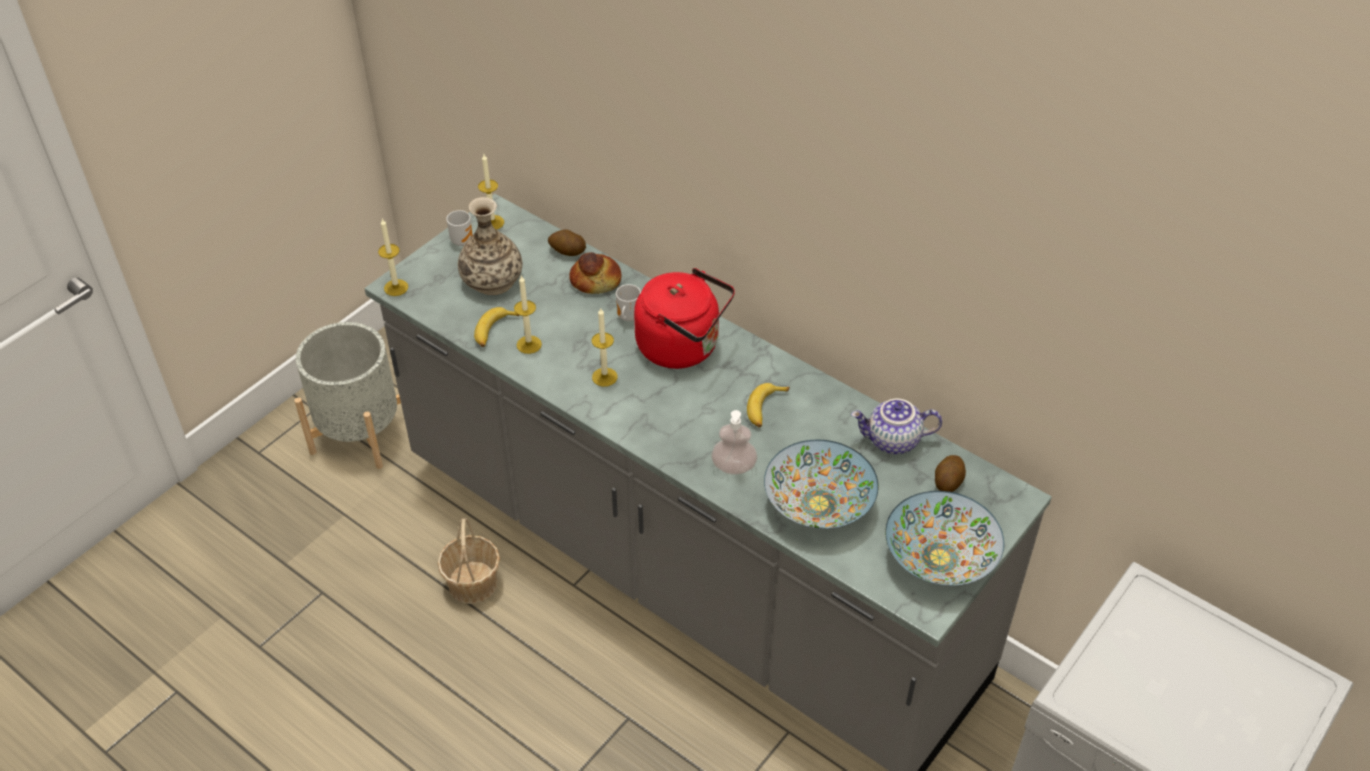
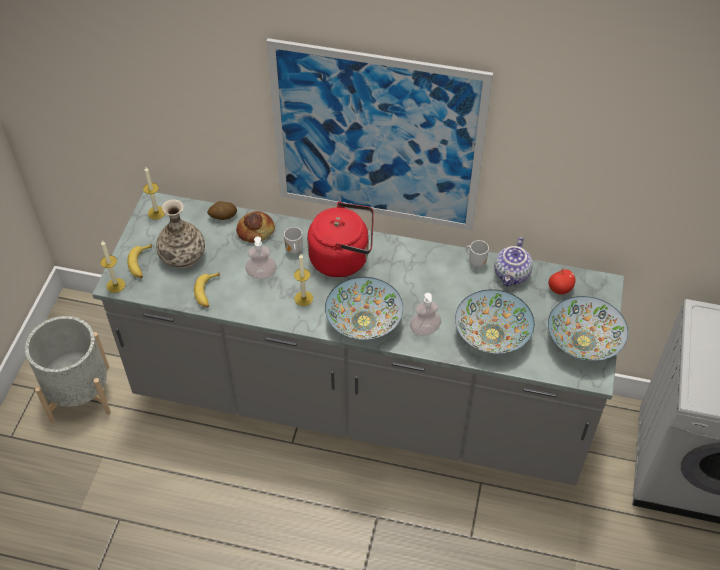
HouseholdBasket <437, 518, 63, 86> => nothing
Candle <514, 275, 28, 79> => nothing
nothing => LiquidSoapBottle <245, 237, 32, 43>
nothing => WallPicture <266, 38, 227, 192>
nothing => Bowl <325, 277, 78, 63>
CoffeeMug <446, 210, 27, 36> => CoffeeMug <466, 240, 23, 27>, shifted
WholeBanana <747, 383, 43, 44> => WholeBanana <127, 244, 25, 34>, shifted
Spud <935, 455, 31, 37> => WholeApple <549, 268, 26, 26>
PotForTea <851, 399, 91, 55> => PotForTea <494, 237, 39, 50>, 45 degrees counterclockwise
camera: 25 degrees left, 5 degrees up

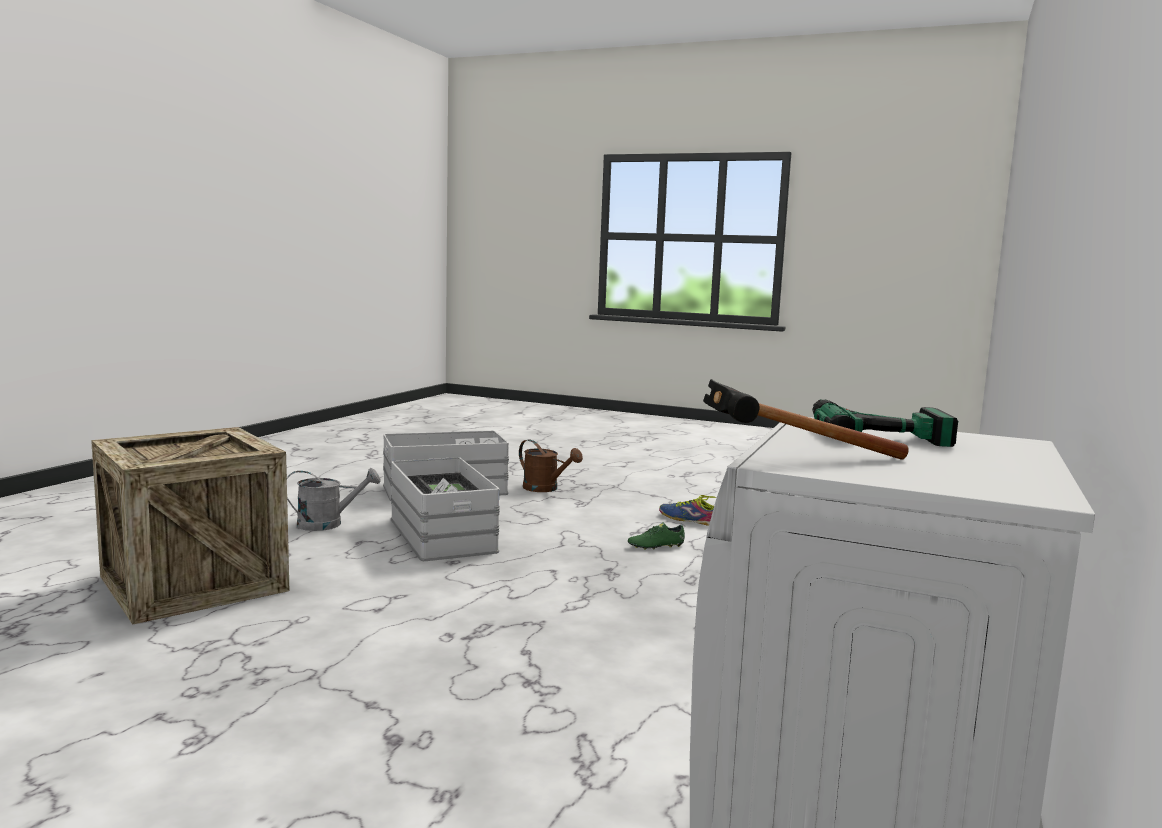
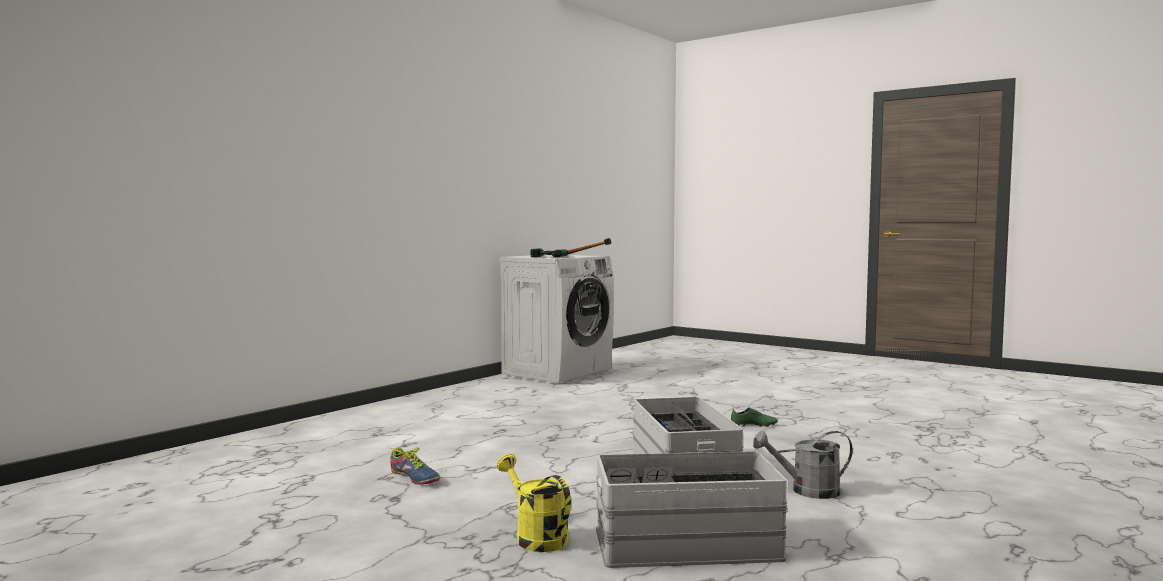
ShippingCrate <91, 427, 199, 198> => nothing
GreenishShoe <628, 522, 57, 28> => GreenishShoe <731, 407, 47, 20>, shifted
BrownishWateringPot <519, 440, 64, 52> => YellowishWateringPot <497, 454, 74, 98>
camera: 165 degrees left, 5 degrees down

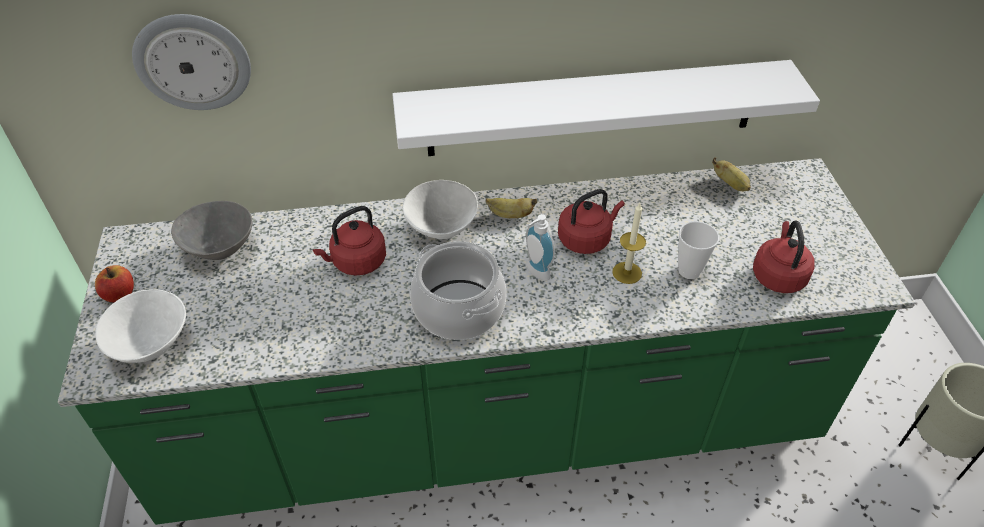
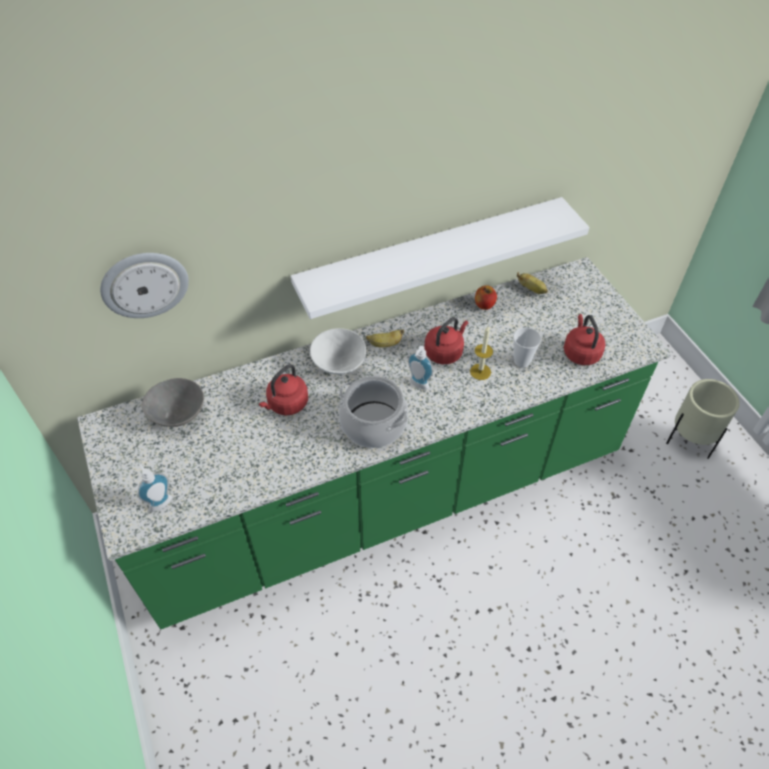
WholeApple <95, 265, 39, 37> => WholeApple <475, 285, 22, 25>, shifted
WhiteBowl <95, 289, 91, 74> => LiquidSoapBottle <138, 463, 34, 49>
camera: 15 degrees left, 5 degrees up

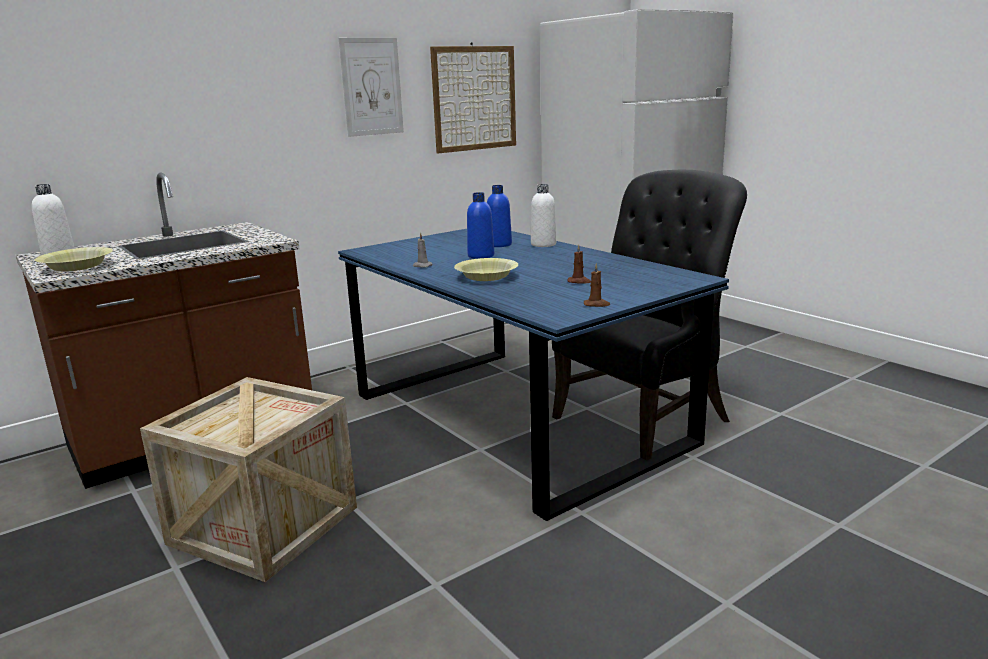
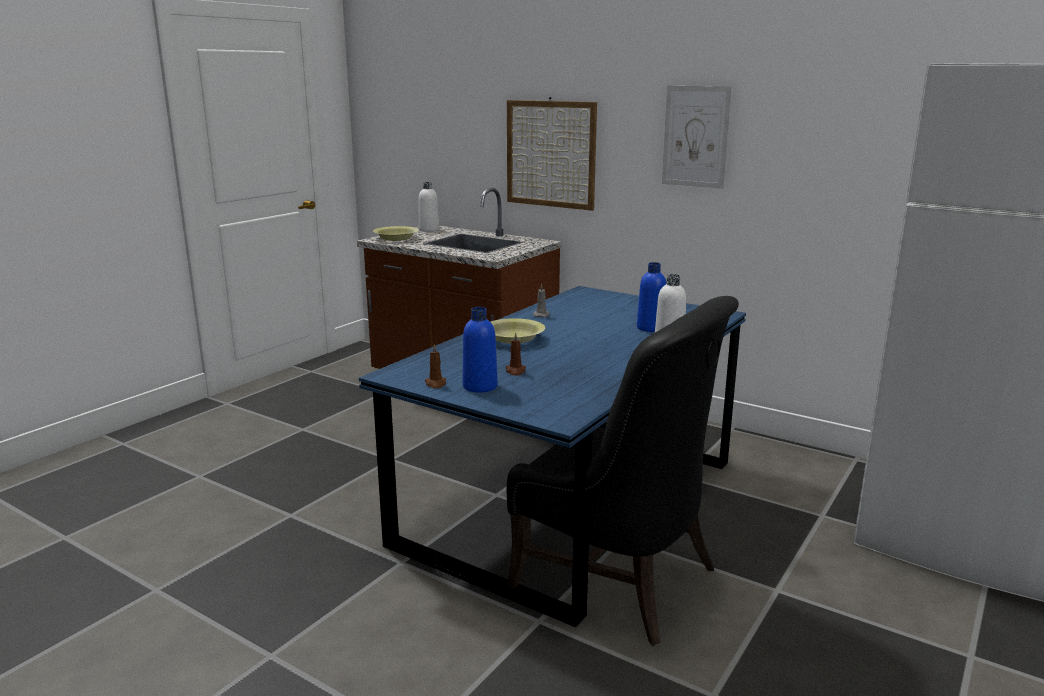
ShippingCrate <140, 377, 217, 205> => nothing
WallPicture <430, 42, 86, 111> => WallPicture <507, 97, 90, 114>, shifted
BlueBeverageBottle <467, 192, 27, 67> => BlueBeverageBottle <463, 307, 35, 86>, shifted
camera: 70 degrees right, 0 degrees up

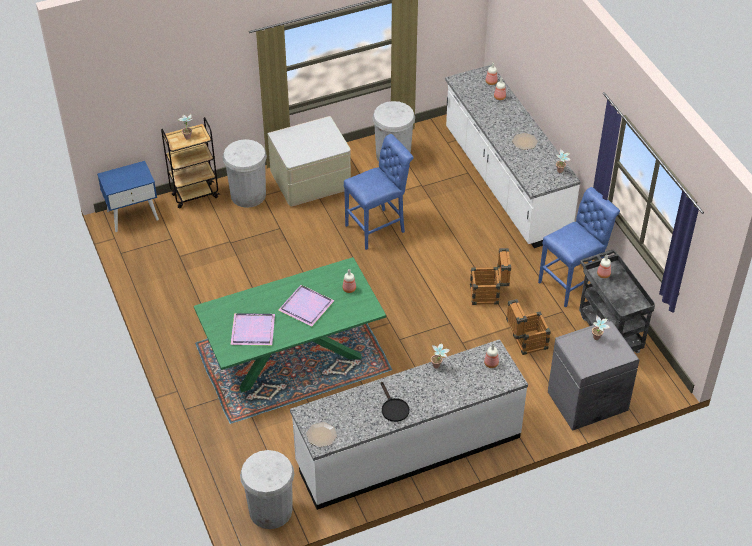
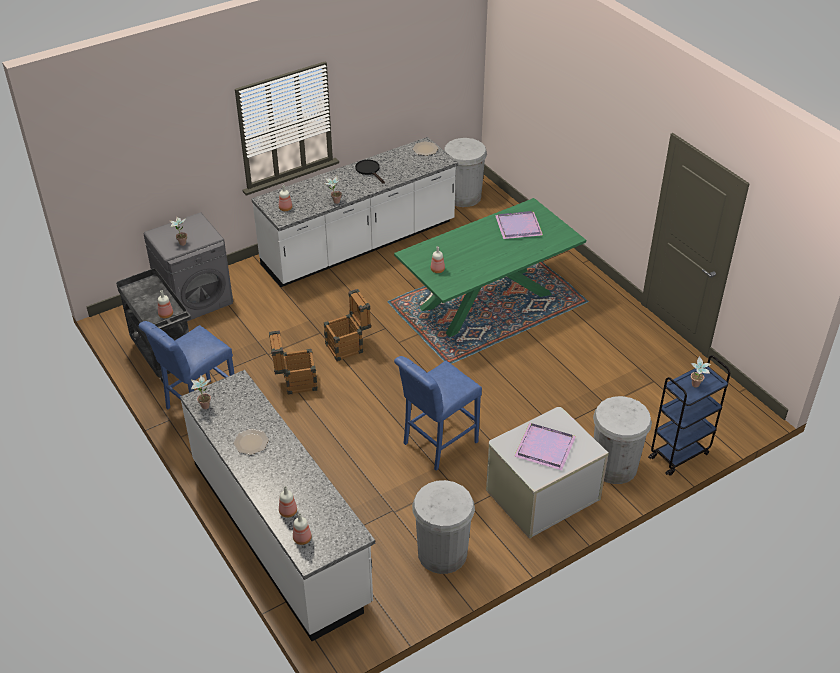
BlueNightTable <97, 161, 62, 71> => nothing
PurpleColouredTray <279, 285, 55, 42> => PurpleColouredTray <514, 423, 62, 47>, shifted
ShippingCrate <506, 299, 45, 56> => ShippingCrate <324, 289, 47, 72>, shifted
BrownishWheeledCart <161, 117, 59, 91> => BlueWheeledCart <648, 355, 82, 121>
camera: 170 degrees right, 5 degrees down

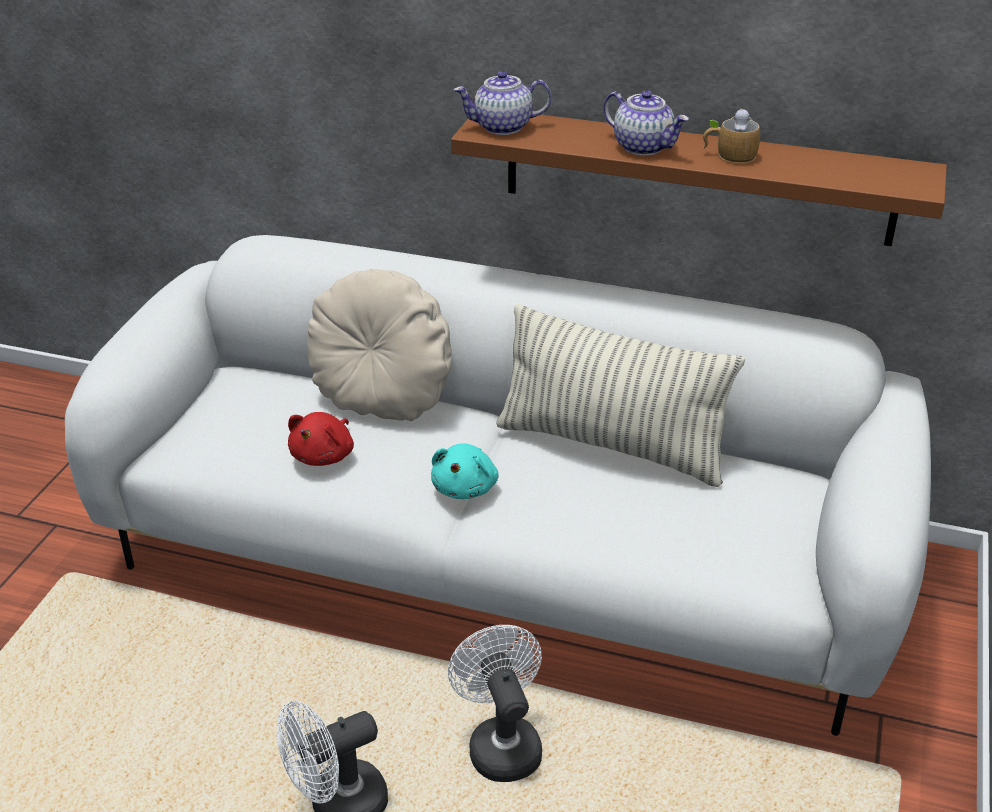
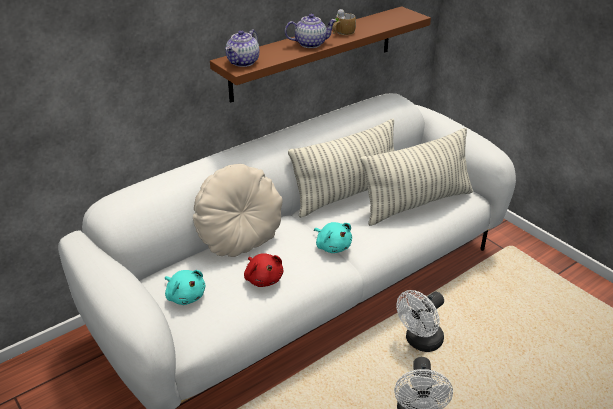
nothing => TurquoiseColouredCuddlyToy <165, 270, 40, 35>
nothing => ThrowPillow <361, 128, 112, 98>
WhiteElectricFan <448, 625, 94, 157> => WhiteElectricFan <396, 290, 48, 62>, 60 degrees counterclockwise
camera: 55 degrees left, 0 degrees up

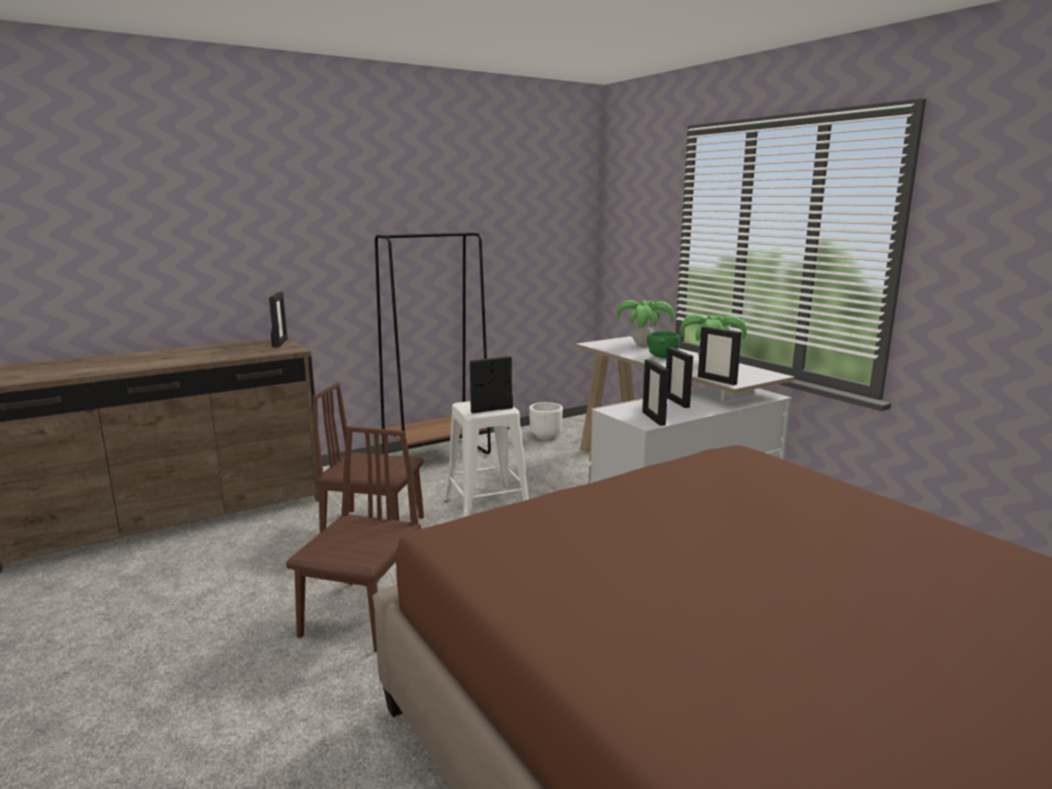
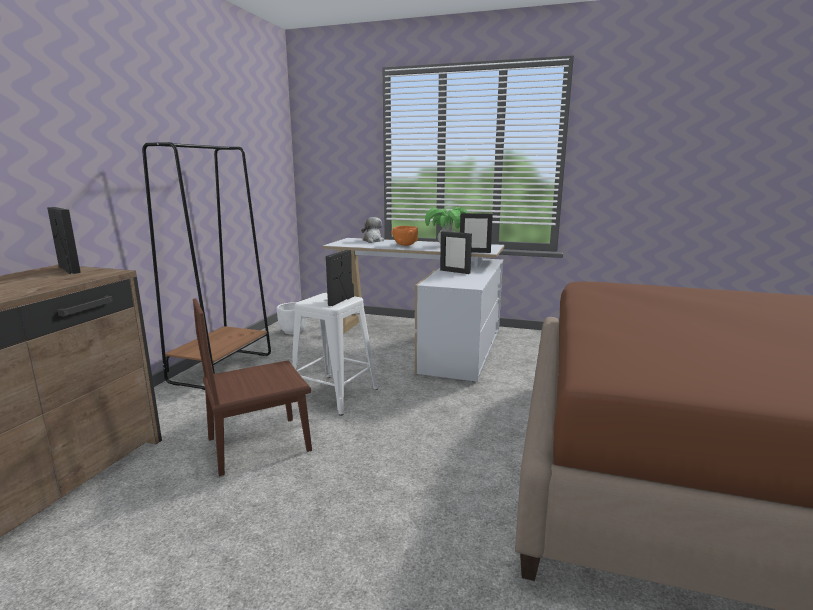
BrownishPlainChair <286, 426, 135, 226> => nothing
StandingFrame <642, 359, 27, 67> => nothing
Houseplant <616, 300, 58, 46> => CuddlyToy <361, 217, 23, 26>
GreenishBowl <647, 331, 33, 27> => OrangeyBowl <391, 226, 27, 20>
camera: 40 degrees left, 0 degrees up

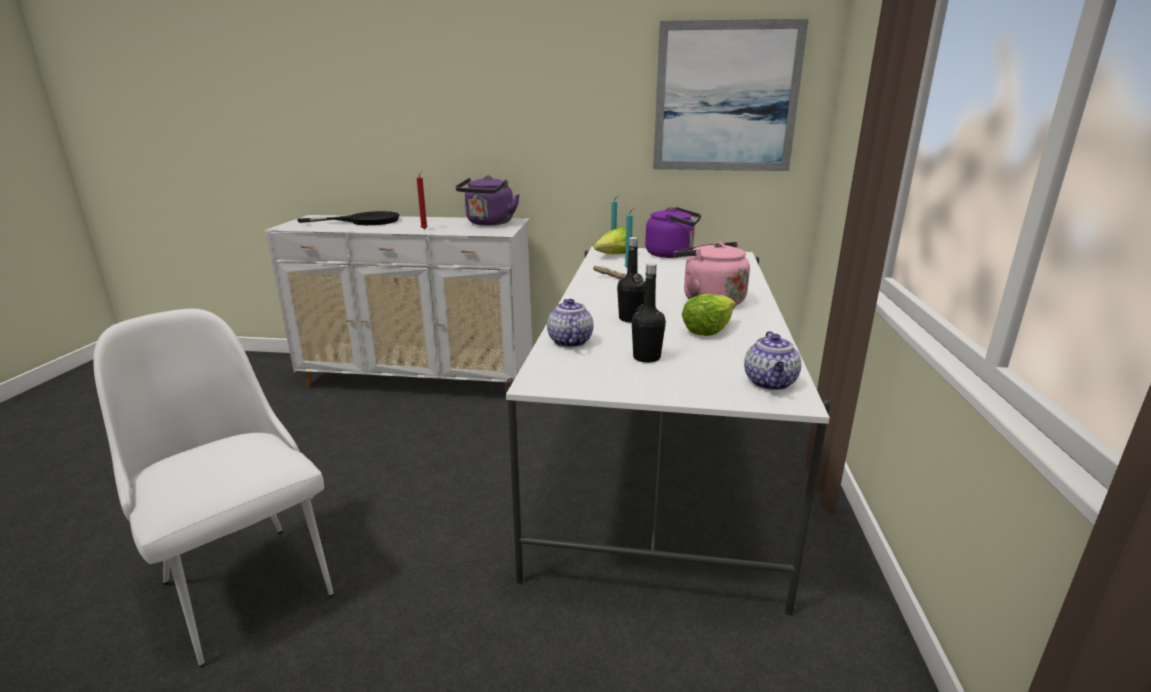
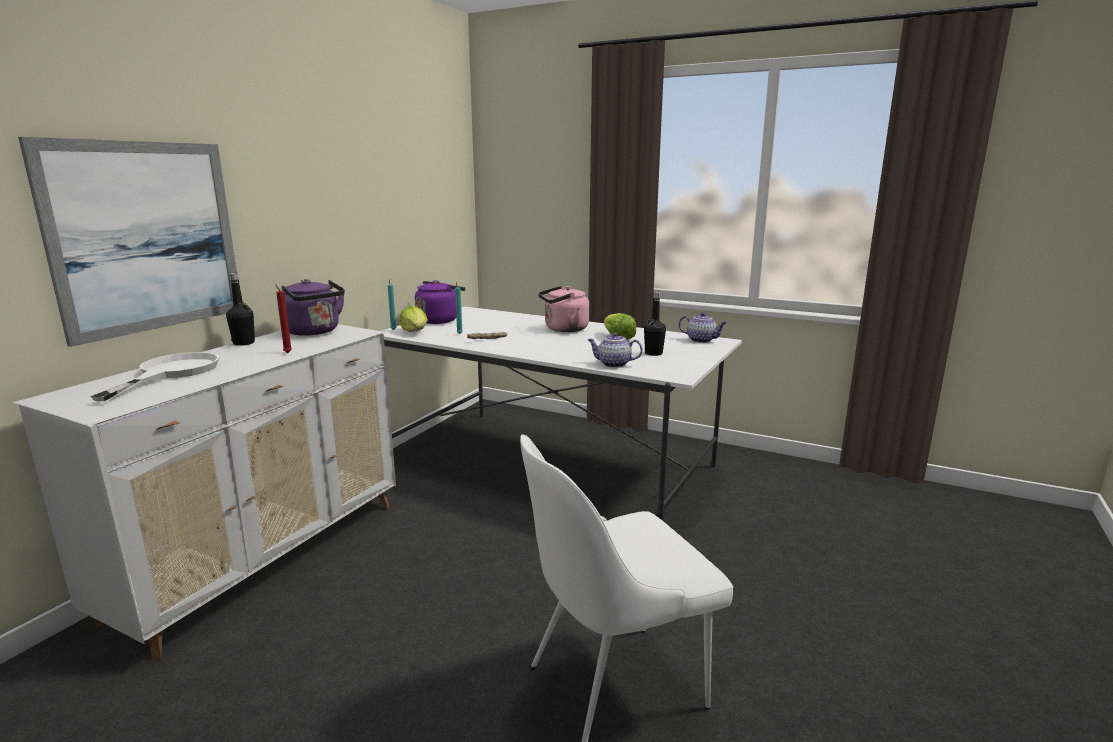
BlackBeverageBottle <617, 237, 28, 86> => BlackBeverageBottle <226, 273, 29, 73>, shifted
WallPicture <653, 19, 156, 152> => WallPicture <18, 137, 219, 210>, shifted
BlackFryingPan <297, 211, 102, 14> => WhiteFryingPan <91, 352, 128, 49>
camera: 70 degrees left, 5 degrees down

